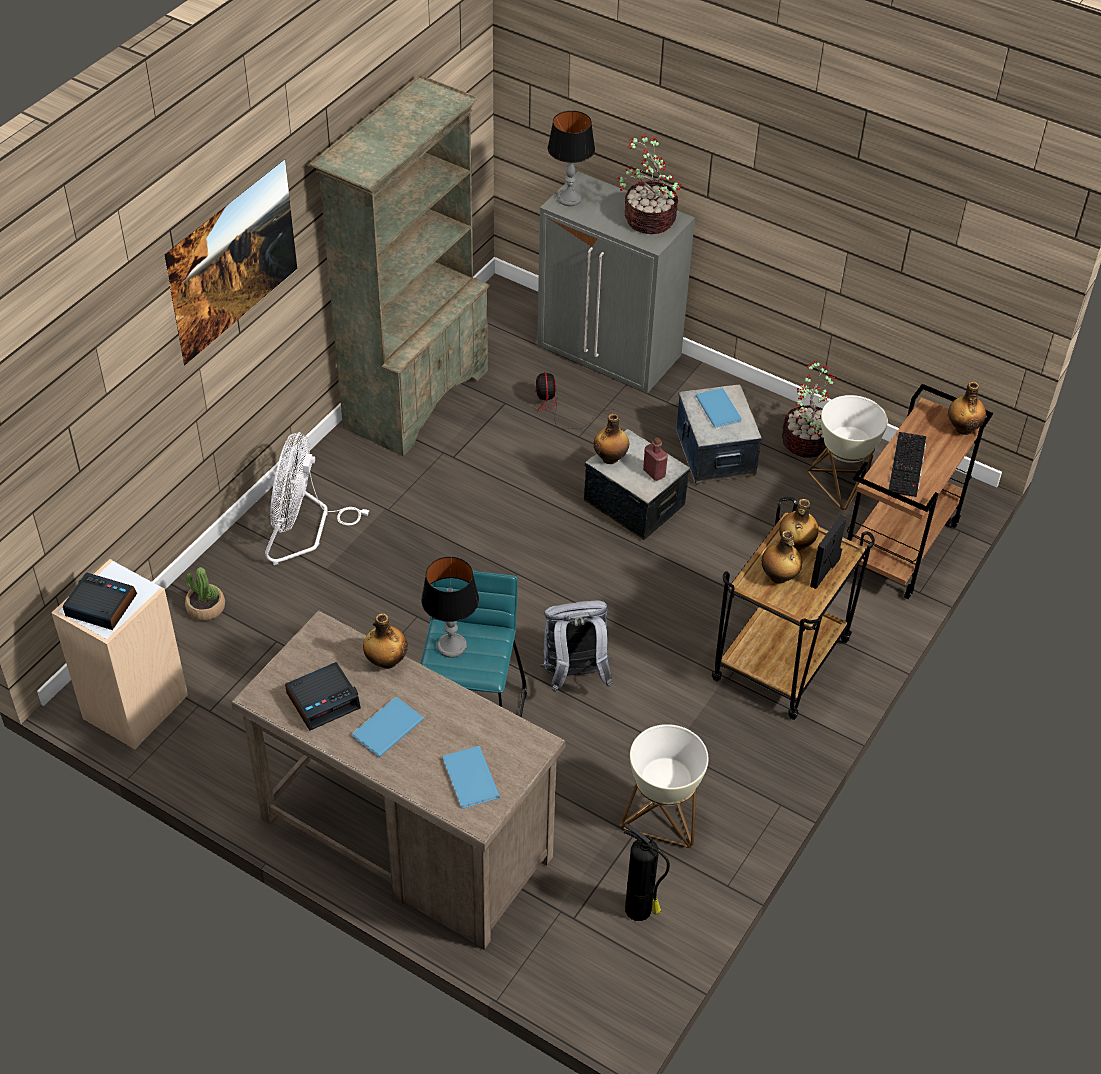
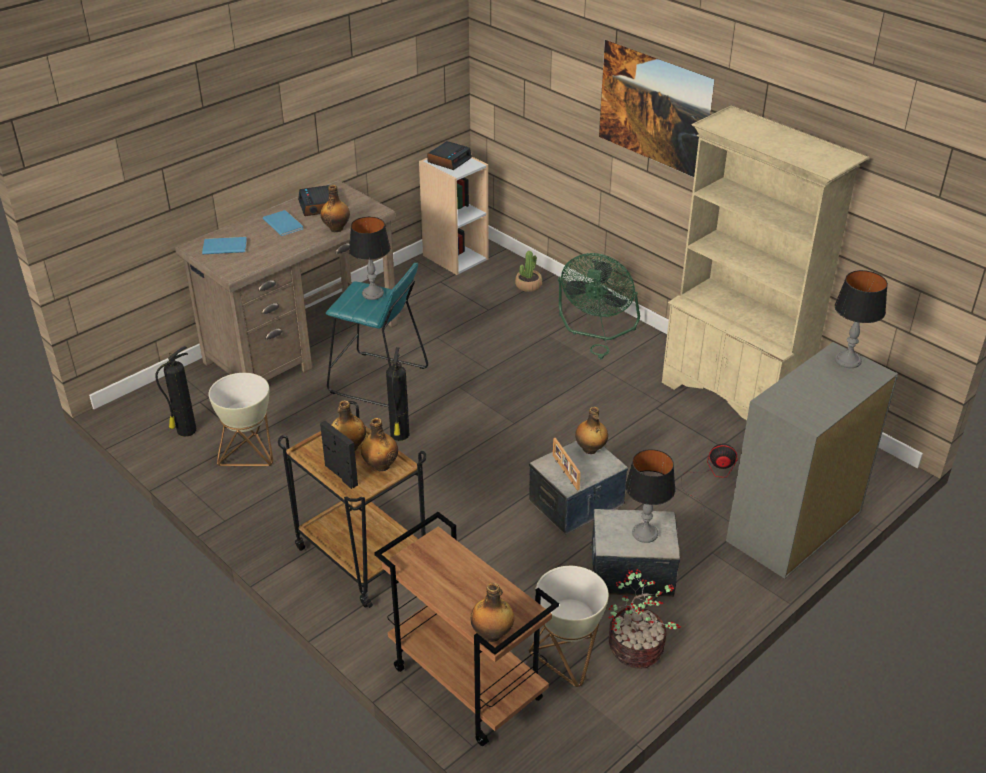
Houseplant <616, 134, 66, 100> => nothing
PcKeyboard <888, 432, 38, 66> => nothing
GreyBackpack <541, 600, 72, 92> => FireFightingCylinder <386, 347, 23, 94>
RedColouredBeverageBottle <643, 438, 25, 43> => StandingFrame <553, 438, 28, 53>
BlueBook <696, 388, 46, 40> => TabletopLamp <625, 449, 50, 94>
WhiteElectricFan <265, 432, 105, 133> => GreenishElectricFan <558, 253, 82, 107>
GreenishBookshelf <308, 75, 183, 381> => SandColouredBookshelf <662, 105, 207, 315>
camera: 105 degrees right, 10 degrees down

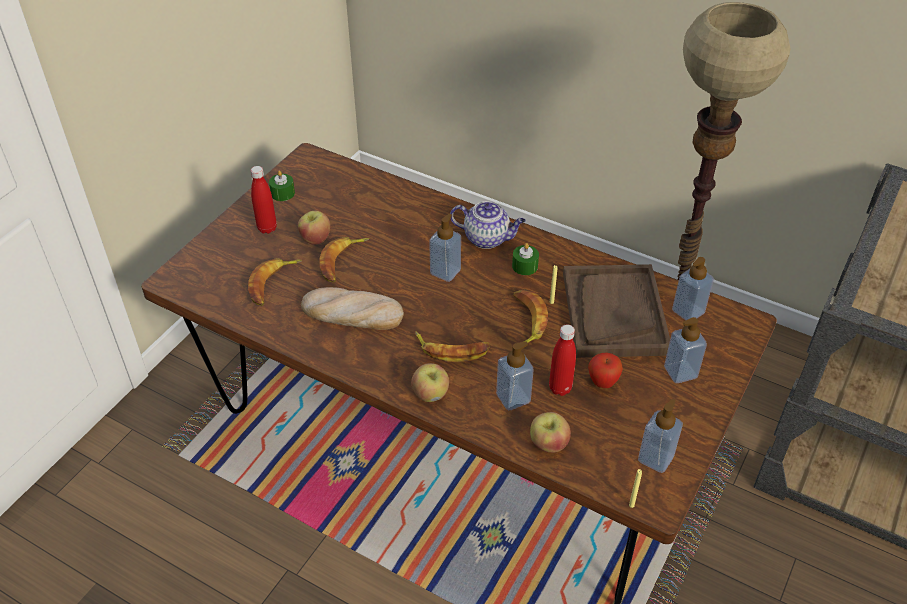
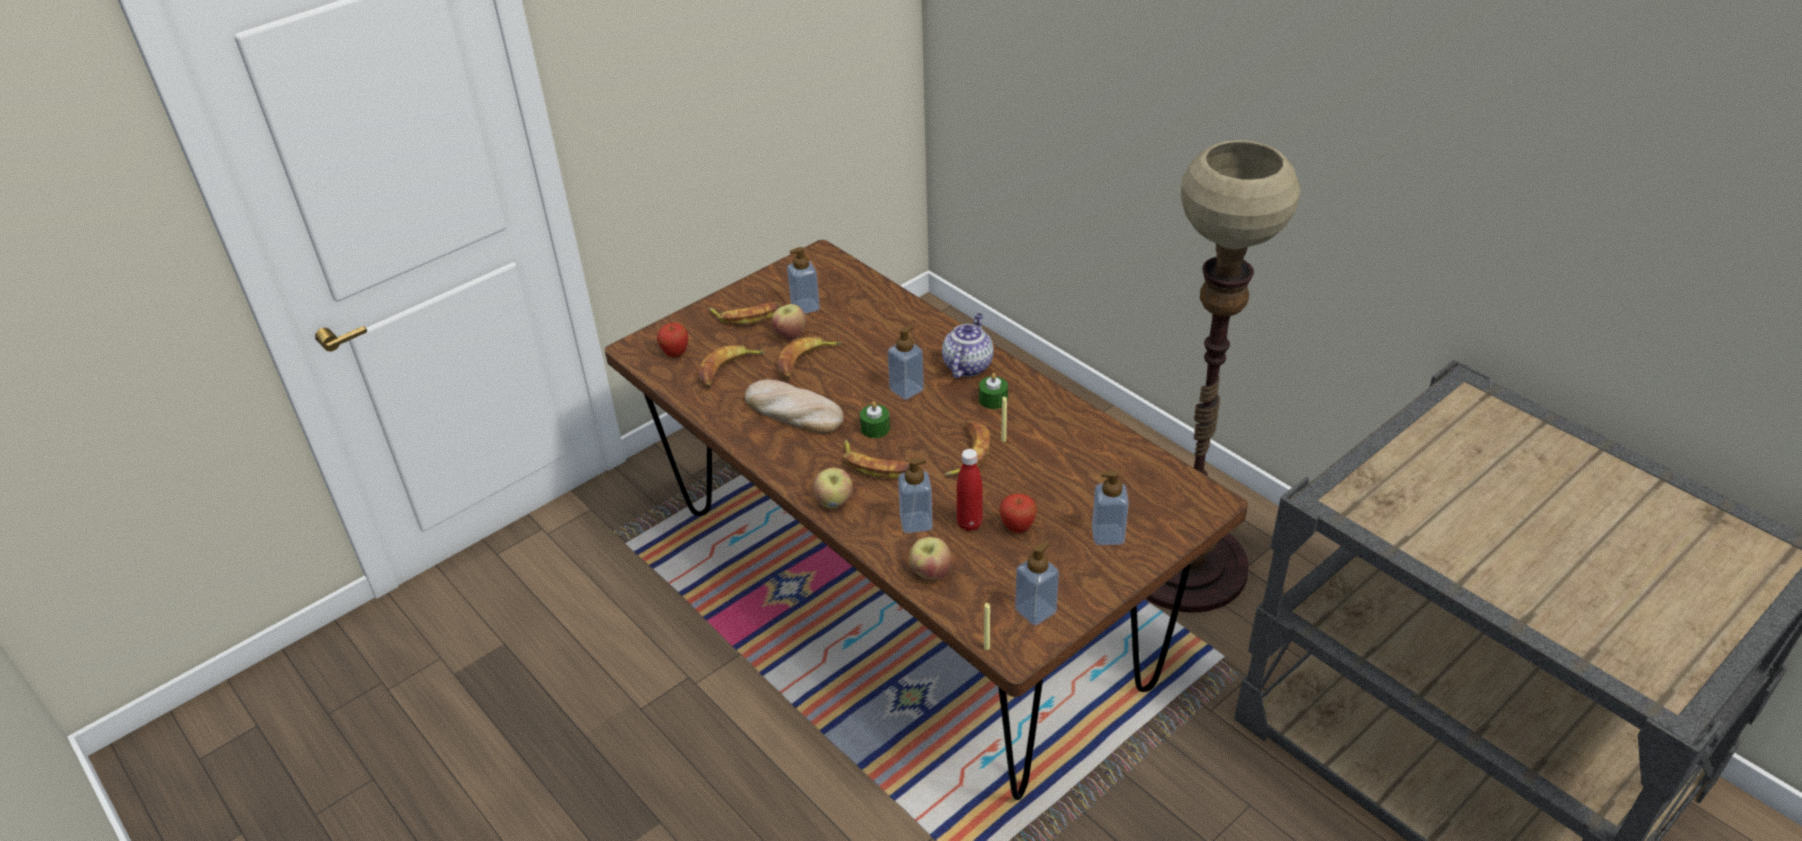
BrownishTray <563, 264, 107, 94> => nothing
nothing => WholeApple <657, 323, 31, 35>
GreenishCandle <269, 170, 26, 31> => GreenishCandle <860, 401, 30, 37>, shifted
LiquidSoapBottle <672, 257, 42, 63> => LiquidSoapBottle <787, 247, 33, 67>, shifted
RedColouredBeverageBottle <251, 166, 26, 68> => WholeBanana <709, 302, 72, 23>
PotForTea <450, 201, 76, 48> => PotForTea <942, 313, 52, 65>, 105 degrees counterclockwise
camera: 20 degrees right, 5 degrees down

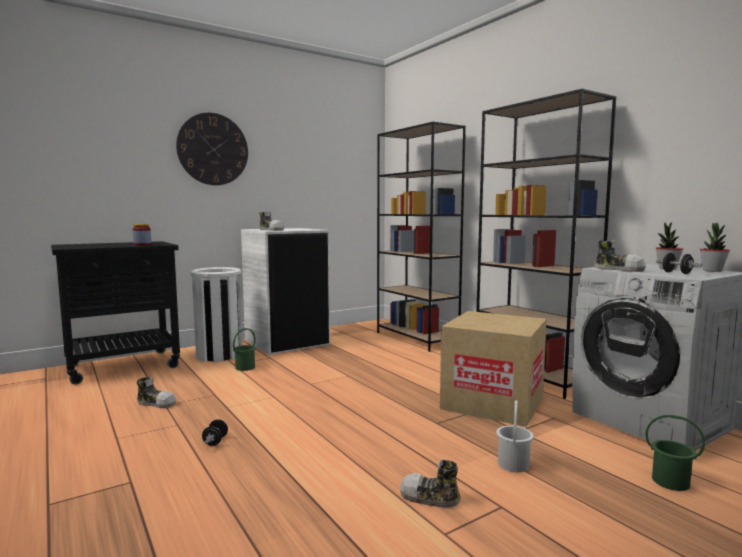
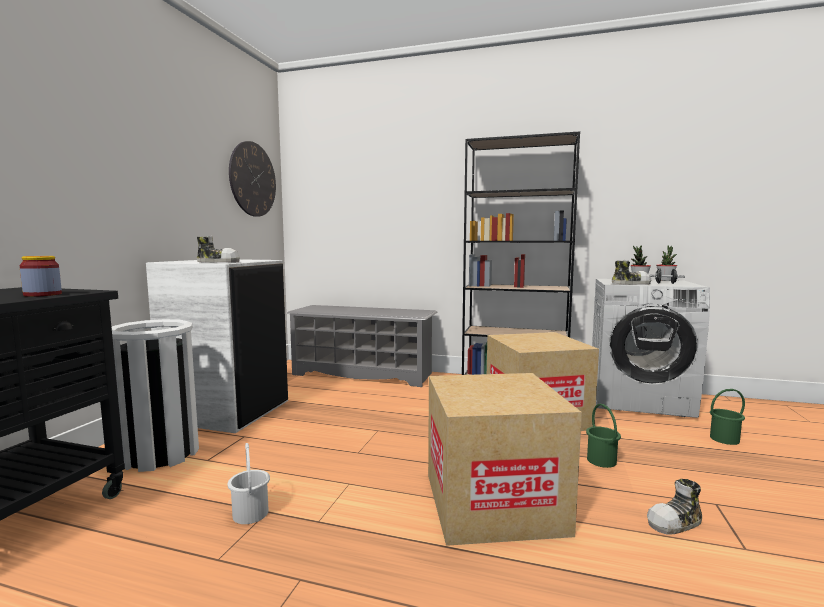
Shoe <137, 377, 39, 31> => nothing
BlackHandWeight <202, 419, 26, 27> => nothing
nothing => Carton <428, 373, 154, 173>
HangingClock <176, 113, 72, 72> => HangingClock <229, 141, 47, 76>, shifted
GreenishPail <233, 328, 23, 43> => GreenishPail <586, 404, 35, 64>, shifted
WhitePail <496, 400, 38, 72> => WhitePail <227, 443, 43, 81>, shifted
SandColouredBookshelf <377, 122, 89, 230> => GreyShoeStand <287, 305, 151, 82>
camera: 40 degrees left, 0 degrees up

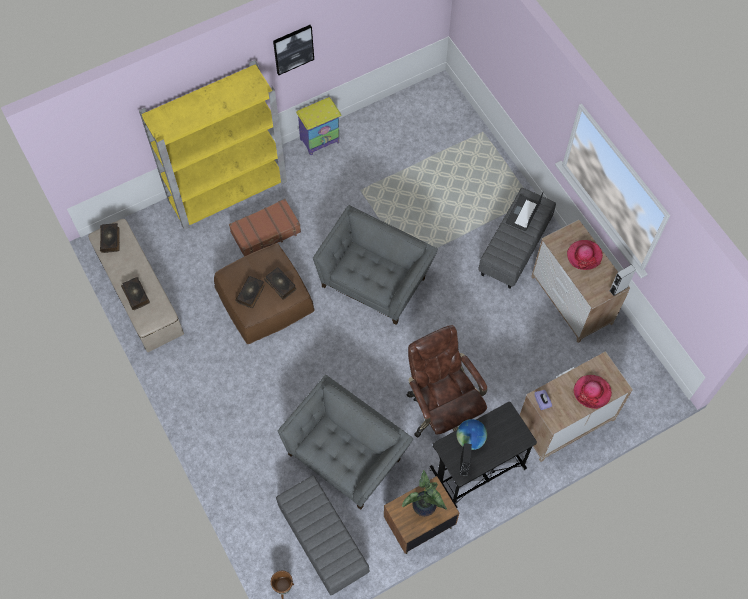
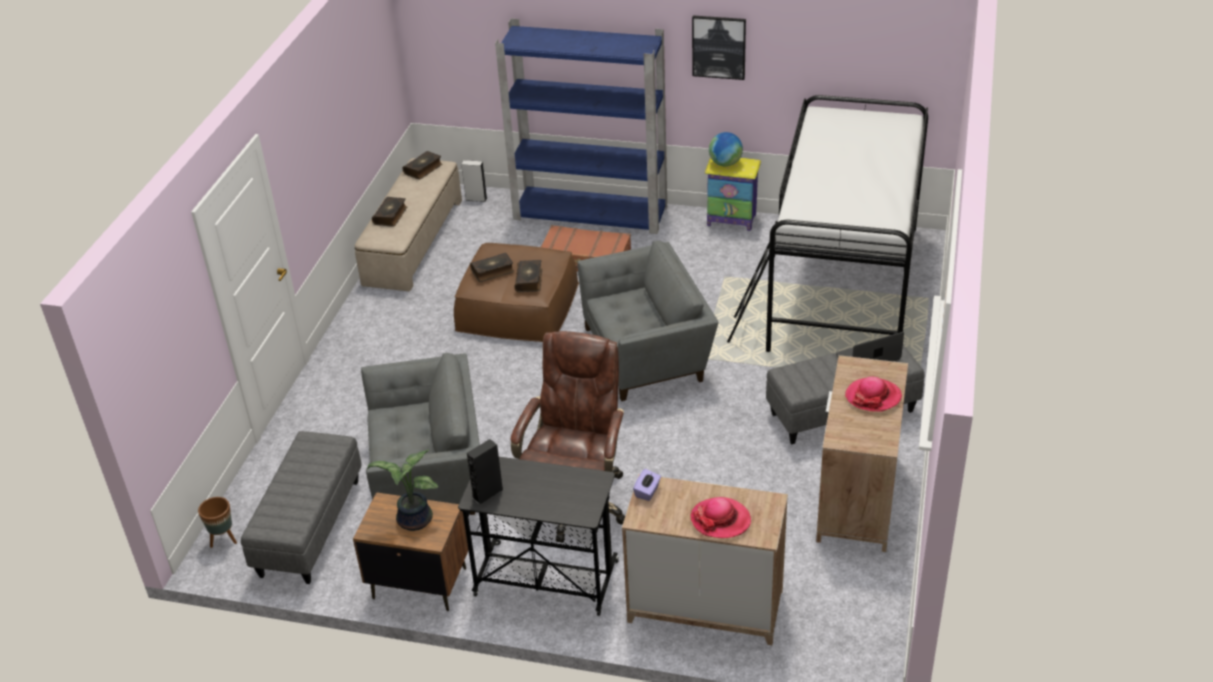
nothing => BlackBed <727, 95, 201, 257>
DeskGlobe <457, 419, 30, 31> => DeskGlobe <709, 132, 34, 34>, shifted
GreySpeaker <609, 264, 27, 32> => GreySpeaker <461, 160, 26, 42>, shifted
YellowishBookshelf <139, 60, 148, 170> => BlueBookshelf <495, 19, 172, 215>
camera: 45 degrees right, 25 degrees down

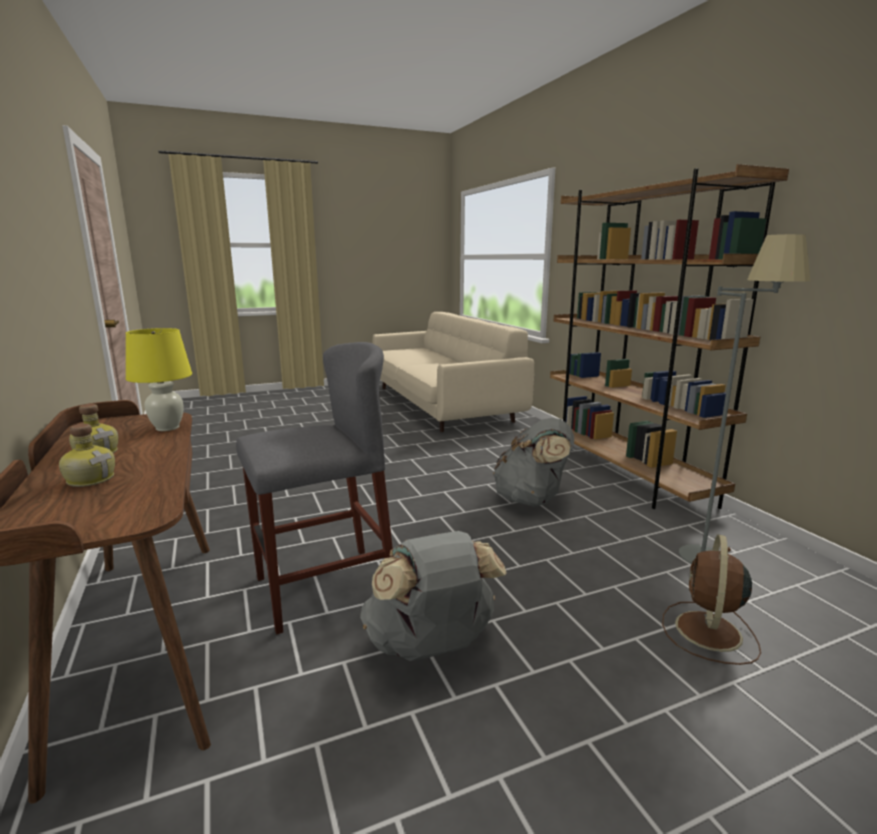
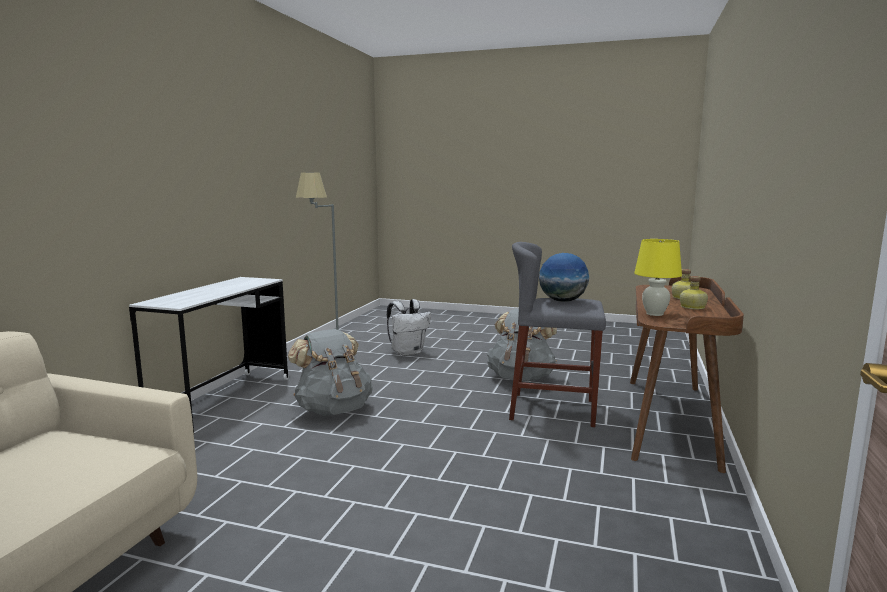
nothing => DeskGlobe <539, 253, 50, 49>
BrownishBookshelf <550, 164, 239, 345> => WhiteDeskUnit <129, 277, 160, 155>
BrownishElectricFan <662, 534, 99, 131> => WhiteBackpack <387, 299, 44, 57>
camera: 140 degrees left, 5 degrees down

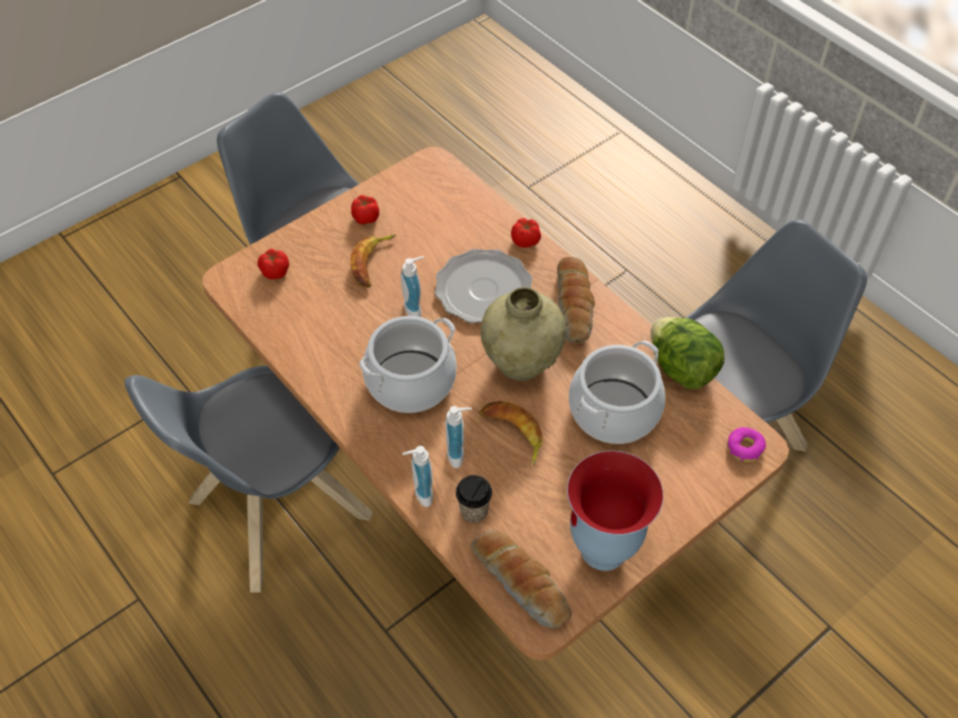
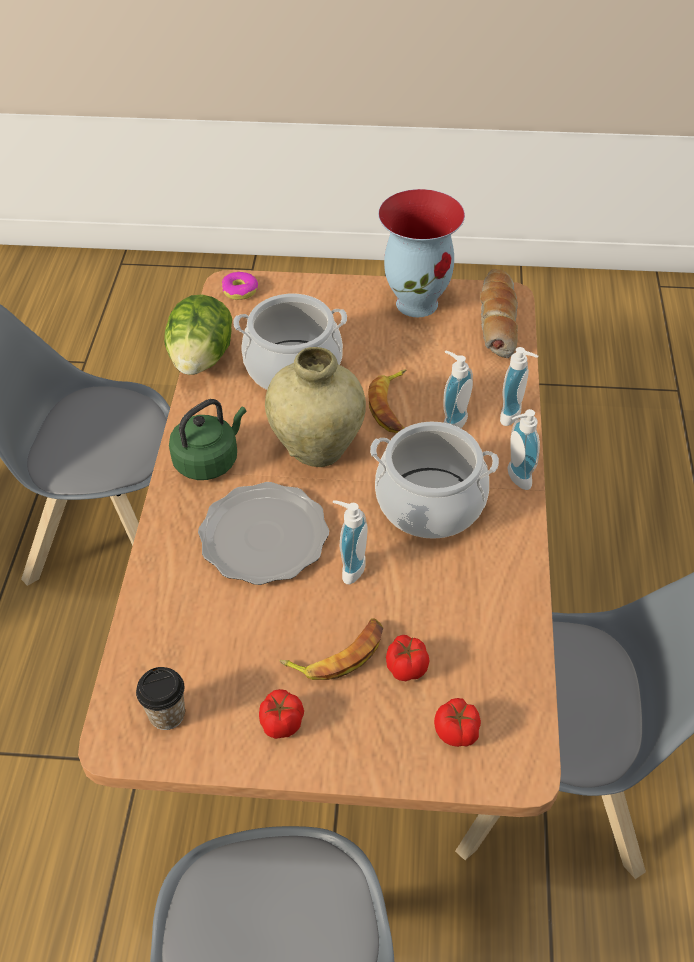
nothing => LiquidSoapBottle <507, 409, 33, 81>
SmallCup <456, 475, 36, 47> => SmallCup <136, 667, 49, 63>, shifted
FreshTomato <511, 218, 30, 30> => FreshTomato <386, 635, 44, 46>, shifted
BakeryBread <557, 257, 38, 86> => GreenishTeaKettle <169, 399, 77, 81>
camera: 135 degrees left, 5 degrees down

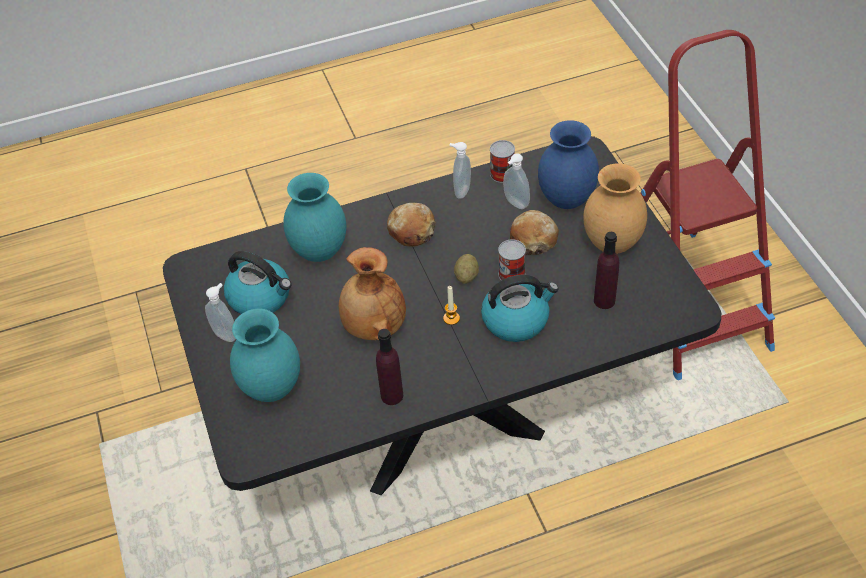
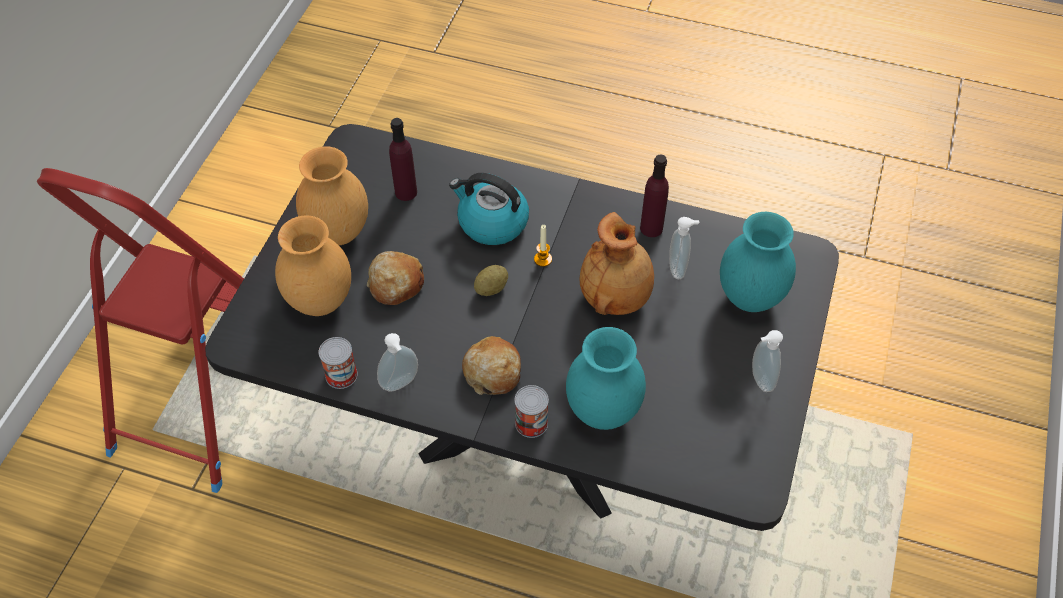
TeaKettle <224, 251, 68, 63> => nothing
SealedCan <498, 239, 28, 42> => SealedCan <515, 385, 34, 53>, shifted
LiquidSoapBottle <503, 154, 27, 55> => LiquidSoapBottle <669, 217, 30, 62>, shifted
BlueVase <538, 120, 61, 89> => BrownishVase <275, 215, 76, 101>
camera: 145 degrees left, 5 degrees up

